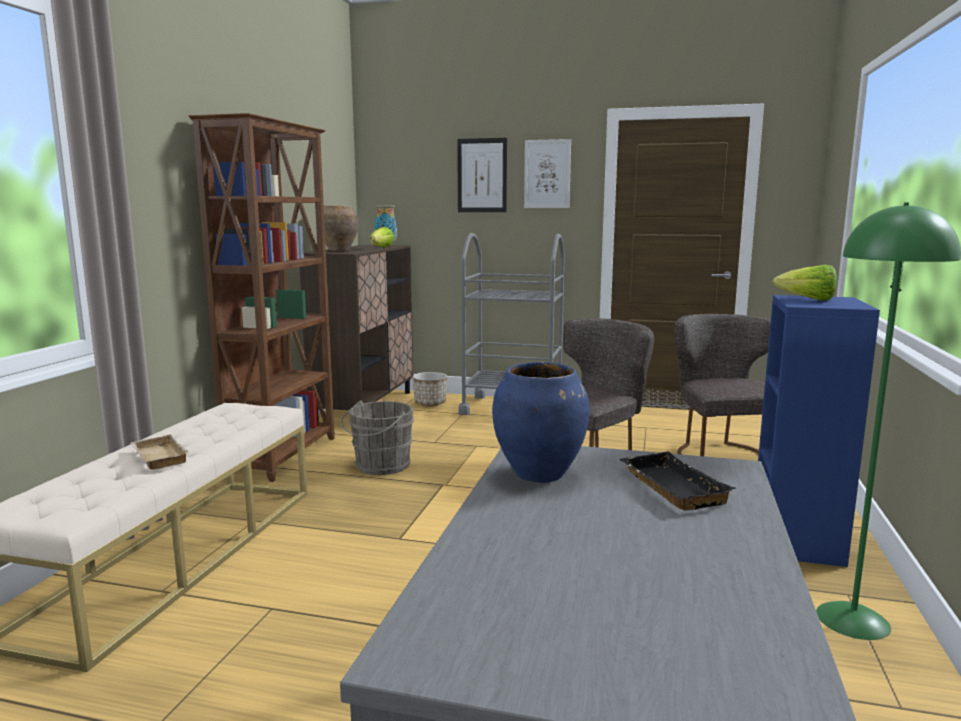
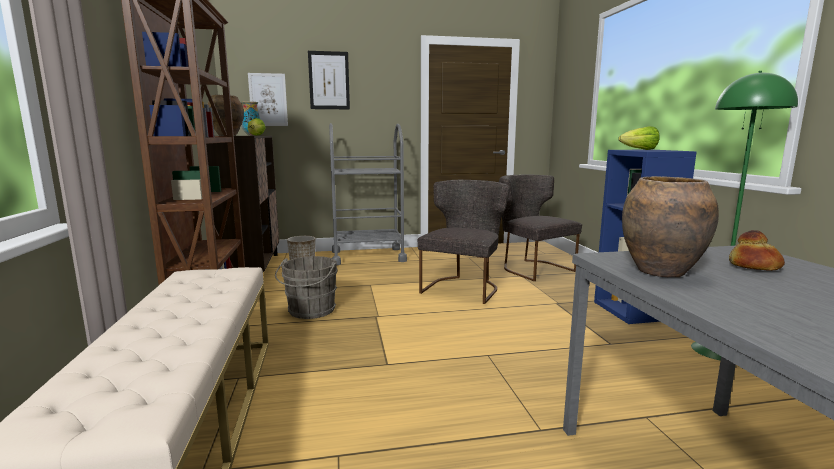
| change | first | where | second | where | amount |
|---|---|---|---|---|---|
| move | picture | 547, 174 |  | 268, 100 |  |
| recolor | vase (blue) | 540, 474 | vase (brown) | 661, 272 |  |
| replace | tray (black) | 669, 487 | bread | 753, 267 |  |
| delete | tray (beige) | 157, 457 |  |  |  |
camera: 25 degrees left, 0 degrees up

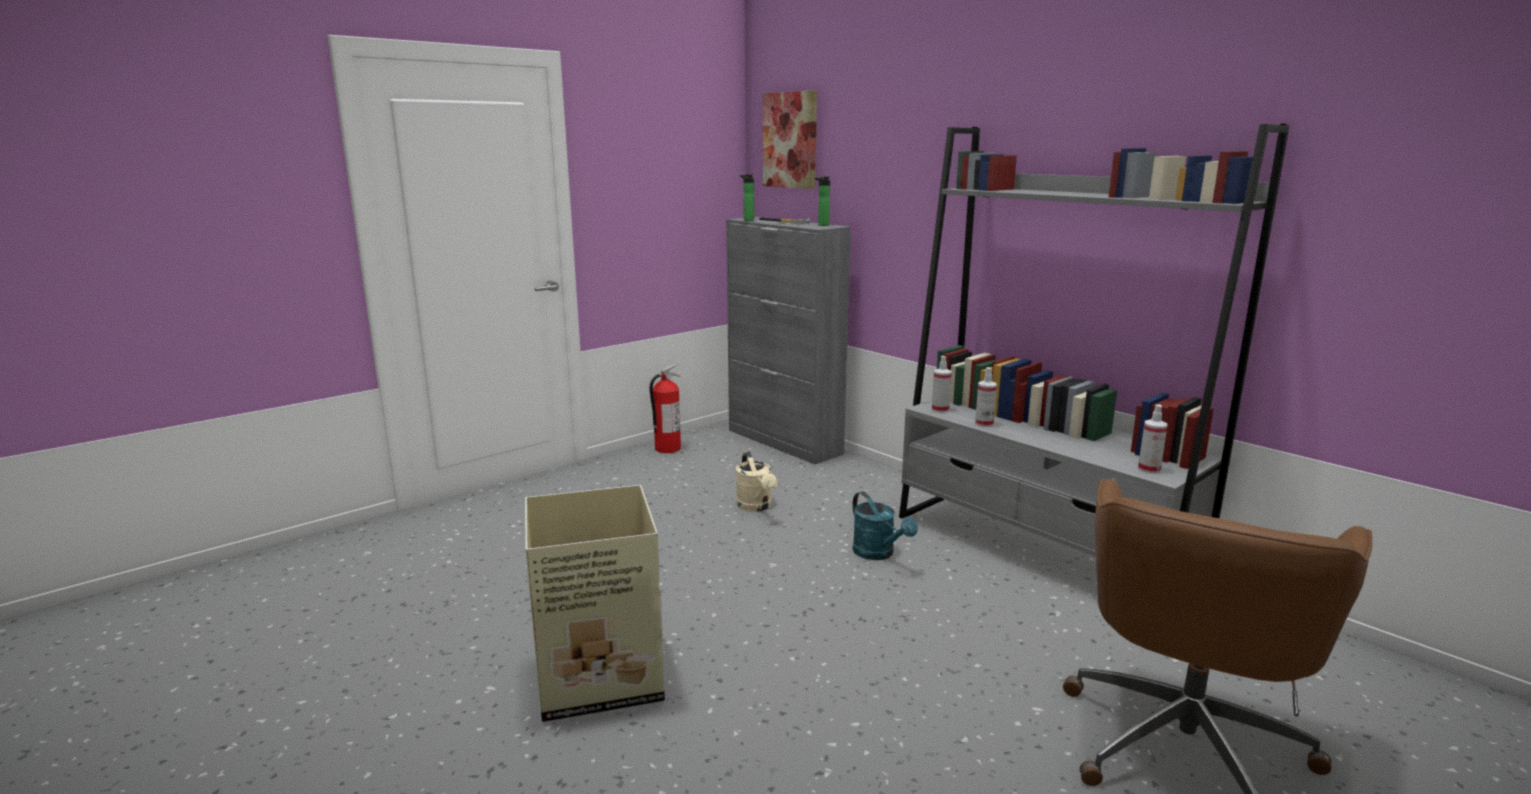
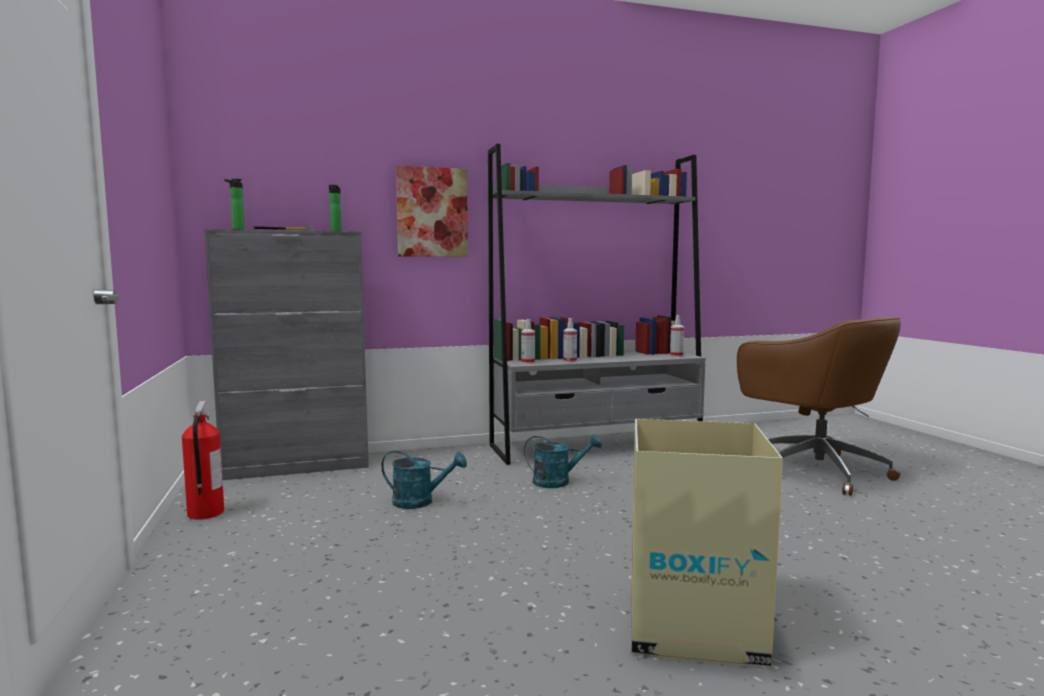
| change | first | where | second | where | amount |
|---|---|---|---|---|---|
| recolor | watering can (beige) | 756, 507 | watering can (turquoise) | 420, 502 |  |
| move | picture | 790, 140 |  | 432, 212 |  |
camera: 65 degrees left, 10 degrees down

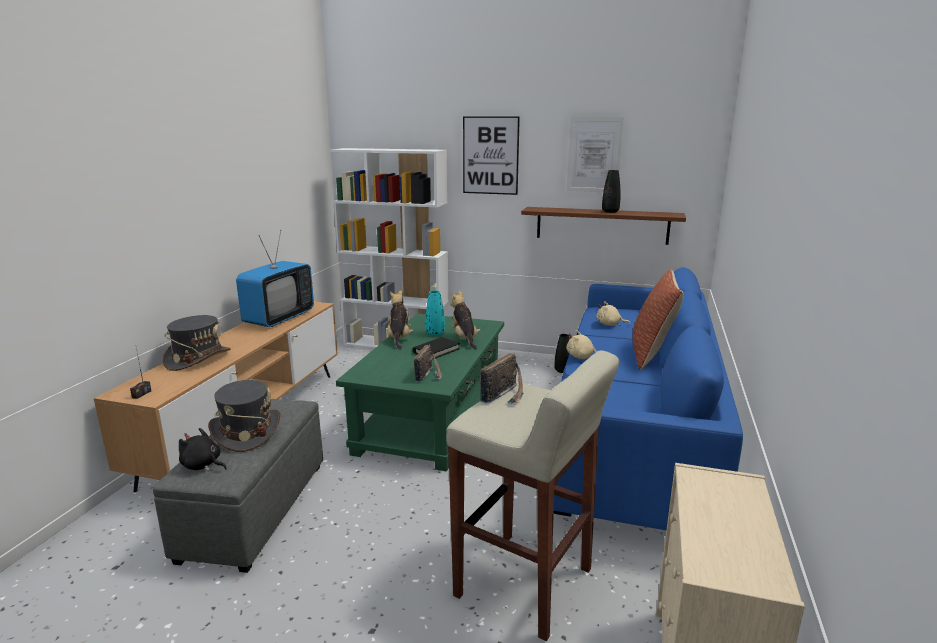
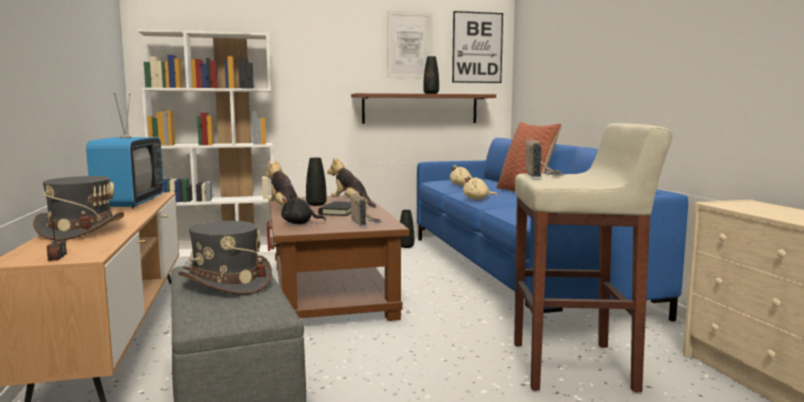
| change | first | where | second | where | amount |
|---|---|---|---|---|---|
| recolor | coffee table (green) | 431, 416 | coffee table (brown) | 329, 290 |  |
| move | plush toy (black) | 203, 465 |  | 300, 223 |  |
| recolor | vase (turquoise) | 435, 334 | vase (black) | 316, 204 |  |
| move | picture | 490, 155 |  | 477, 47 |  |
camera: 30 degrees left, 10 degrees down

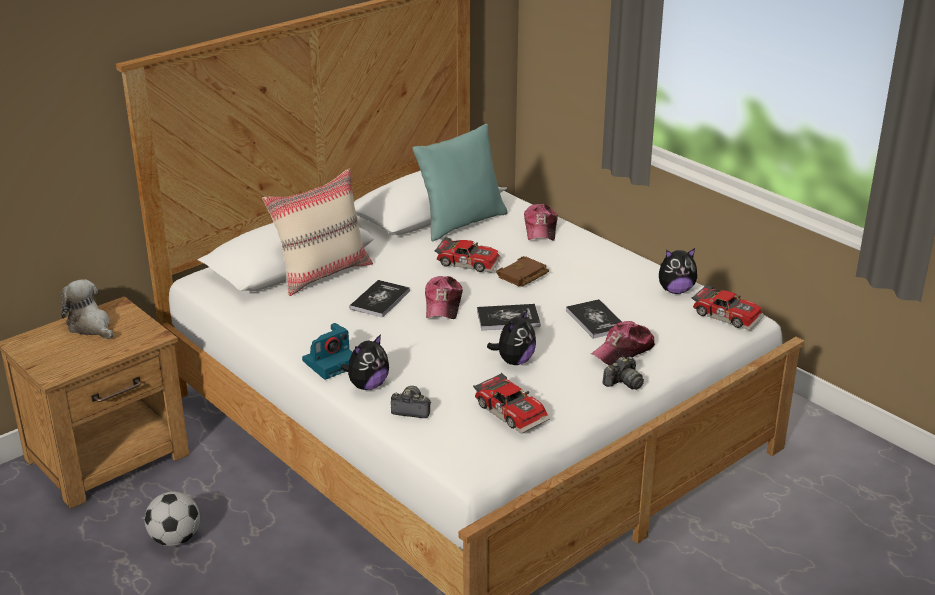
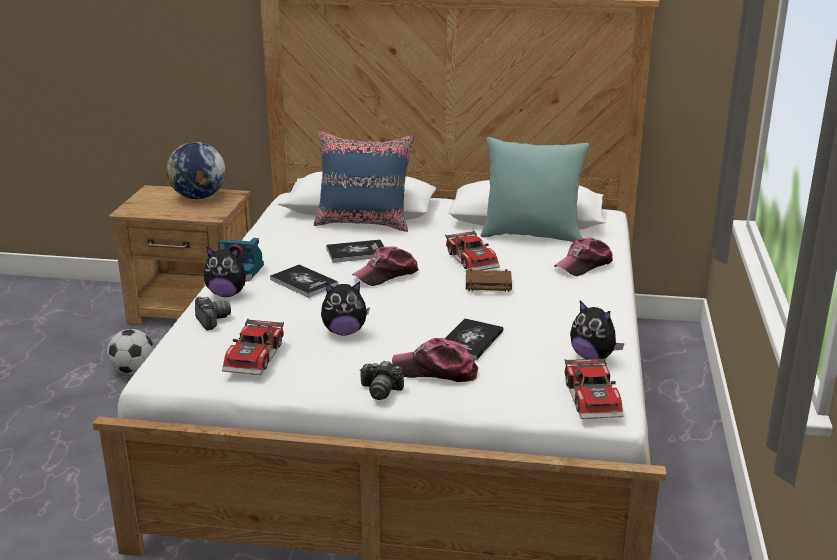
| change | first | where | second | where | amount |
|---|---|---|---|---|---|
| replace | plush toy | 90, 326 | globe | 198, 197 |  |
| move | book | 508, 318 |  | 303, 282 |  |
| recolor | pillow (beige) | 323, 273 | pillow (blue) | 364, 223 |  |
camera: 50 degrees right, 5 degrees down

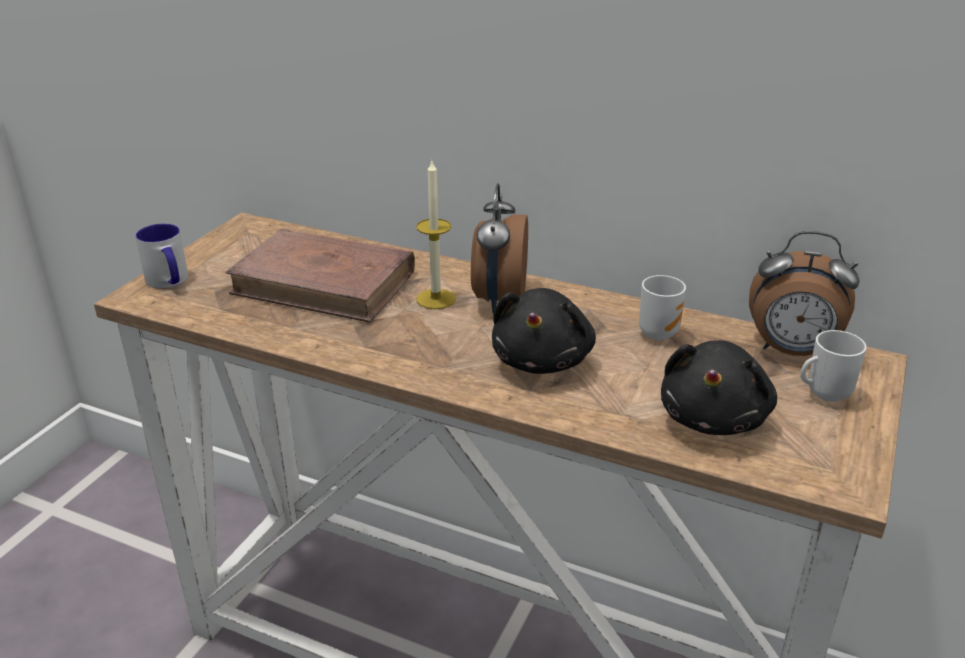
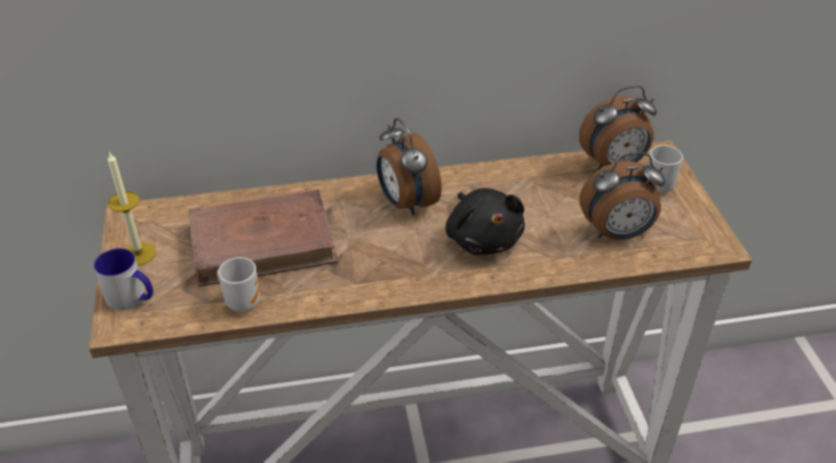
| change | first | where | second | where | amount |
|---|---|---|---|---|---|
| move | candle | 436, 299 |  | 139, 254 |  |
| move | mug | 658, 332 |  | 242, 302 |  |
| replace | plush toy (black) | 714, 417 | alarm clock | 617, 233 |  |
camera: 35 degrees left, 10 degrees up

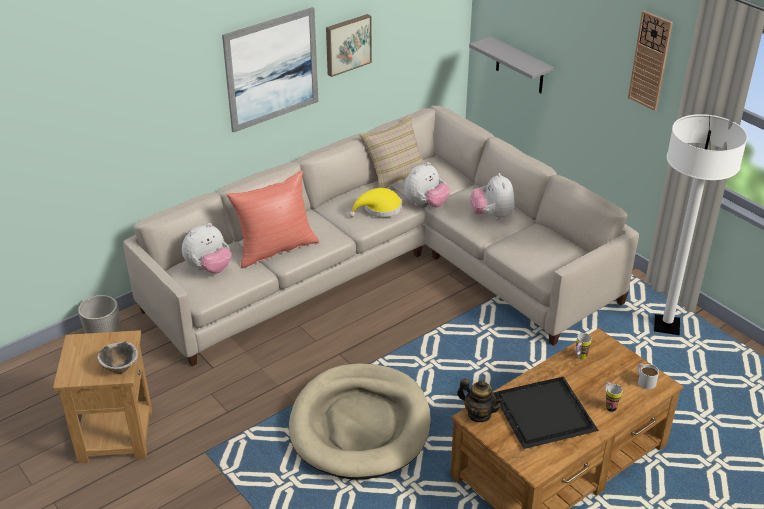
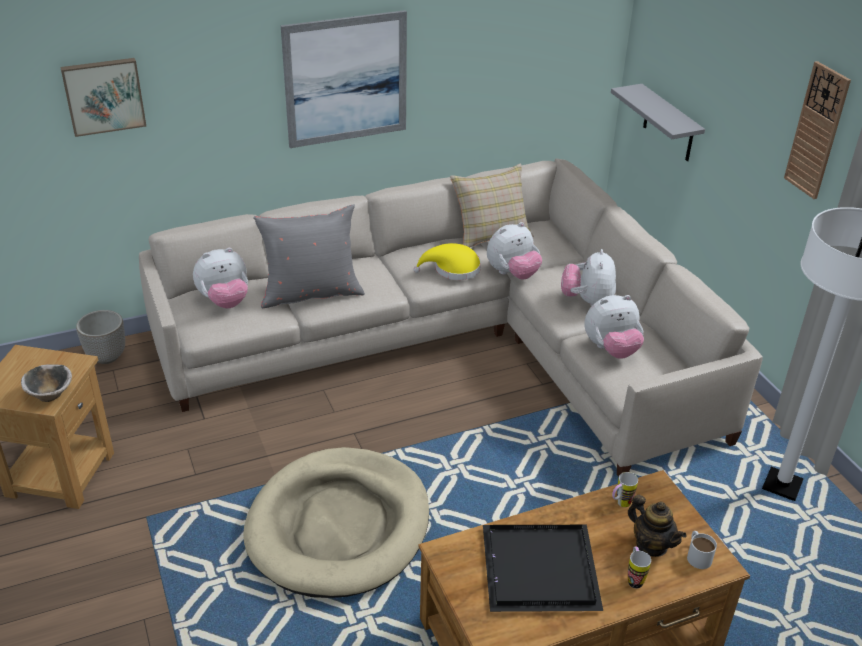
| change | first | where | second | where | amount |
|---|---|---|---|---|---|
| move | picture | 347, 44 |  | 104, 95 |  |
| recolor | pillow (red) | 275, 248 | pillow (grey) | 311, 293 |  |
| insert |  |  | plush toy | 611, 350 |  |
| move | teapot | 479, 414 |  | 651, 545 |  |
camera: 15 degrees right, 0 degrees up

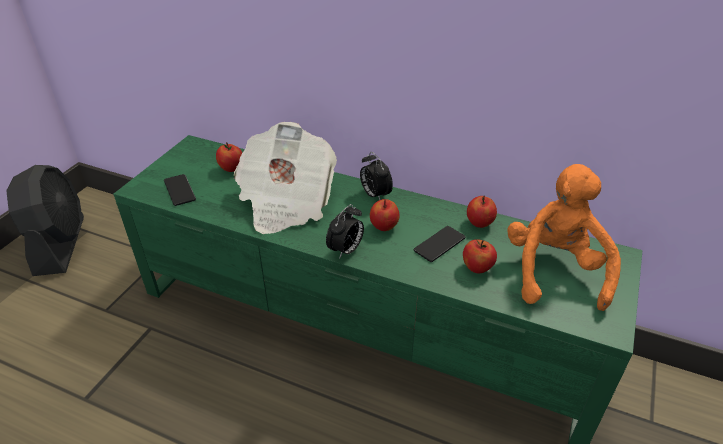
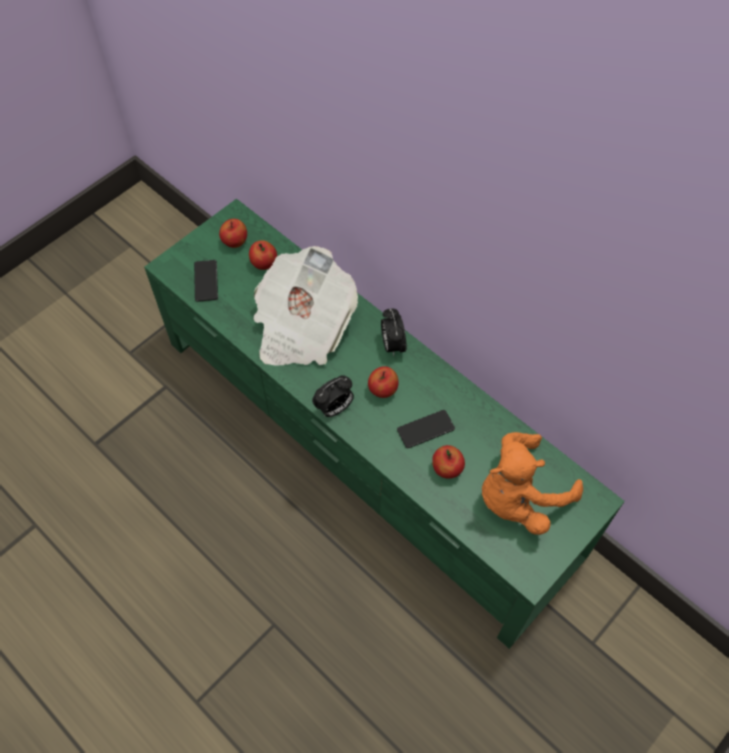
| change | first | where | second | where | amount |
|---|---|---|---|---|---|
| move | apple | 479, 223 |  | 235, 242 |  |
| rotate | plush toy (orange) | 554, 271 |  | 519, 496 | 150 degrees counterclockwise |
| delete | fan (black) | 60, 245 |  |  |  |
camera: 20 degrees right, 20 degrees up

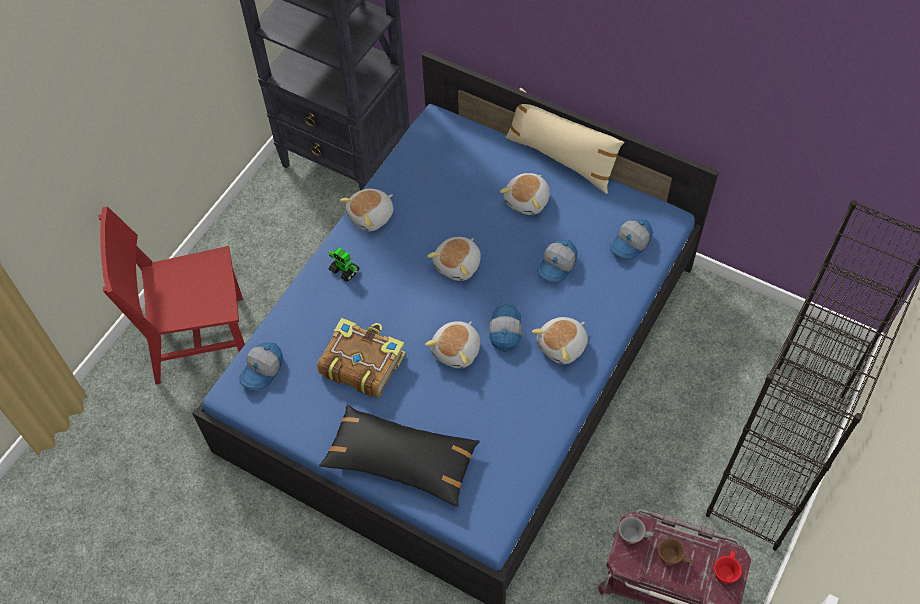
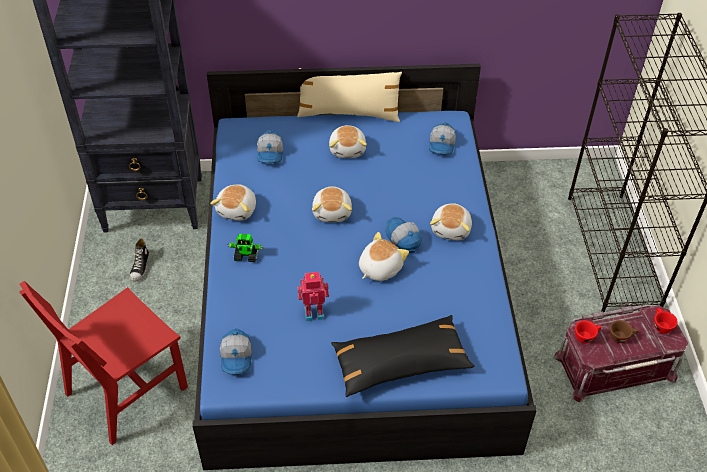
| change | first | where | second | where | amount |
|---|---|---|---|---|---|
| insert |  |  | shoe | 140, 267 |  |
| move | cap | 557, 266 |  | 271, 153 |  |
| replace | book | 361, 363 | toy robot | 313, 312 |  |
| rotate | plush toy | 457, 350 |  | 379, 268 | 135 degrees counterclockwise |
| recolor | cup (grey) | 634, 535 | cup (red) | 586, 336 |  |
camera: 35 degrees left, 10 degrees down

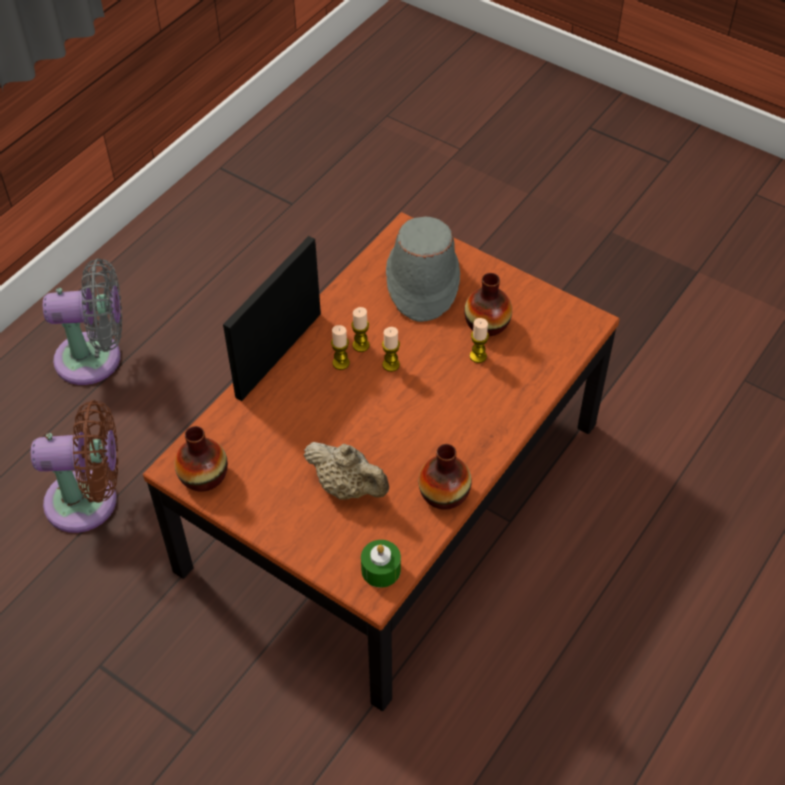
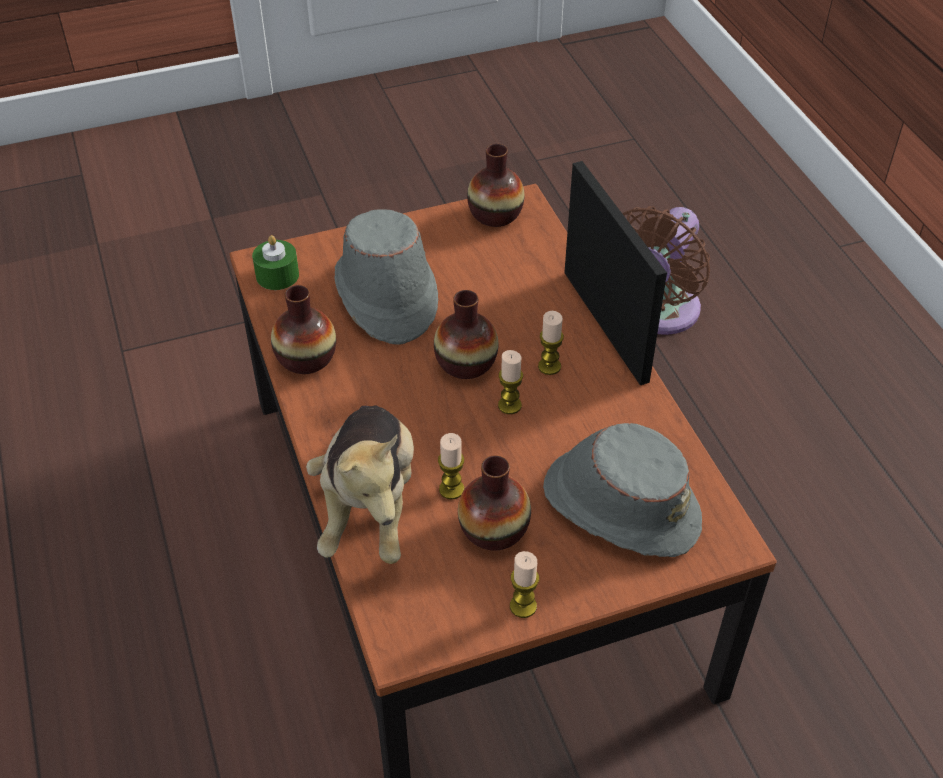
| change | first | where | second | where | amount |
|---|---|---|---|---|---|
| insert |  |  | plush toy | 369, 506 |  |
| replace | teapot (beige) | 348, 487 | hat (grey) | 385, 296 |  |
| insert |  |  | vase | 466, 363 |  |
| move | candle | 361, 345 |  | 523, 606 |  |
| delete | fan (grey) | 96, 358 |  |  |  |
camera: 125 degrees right, 5 degrees down

